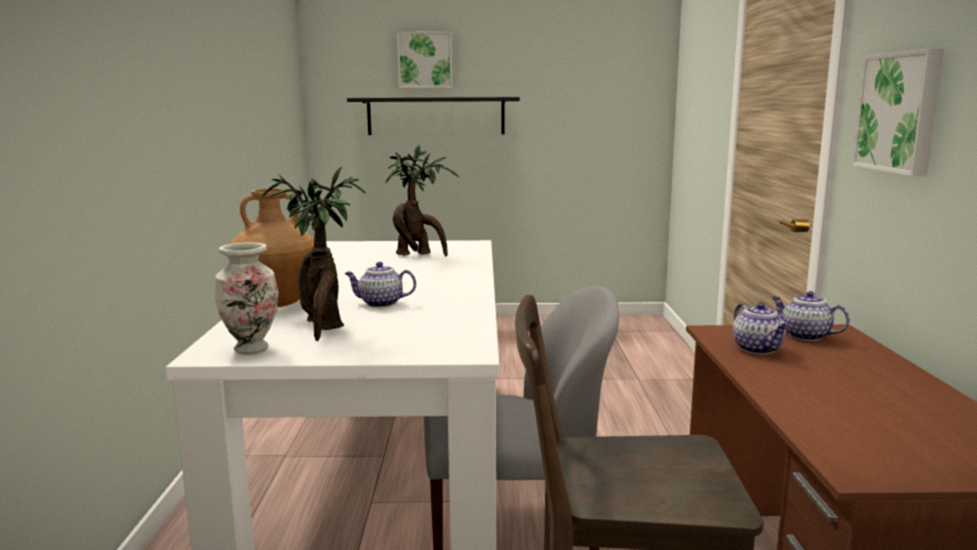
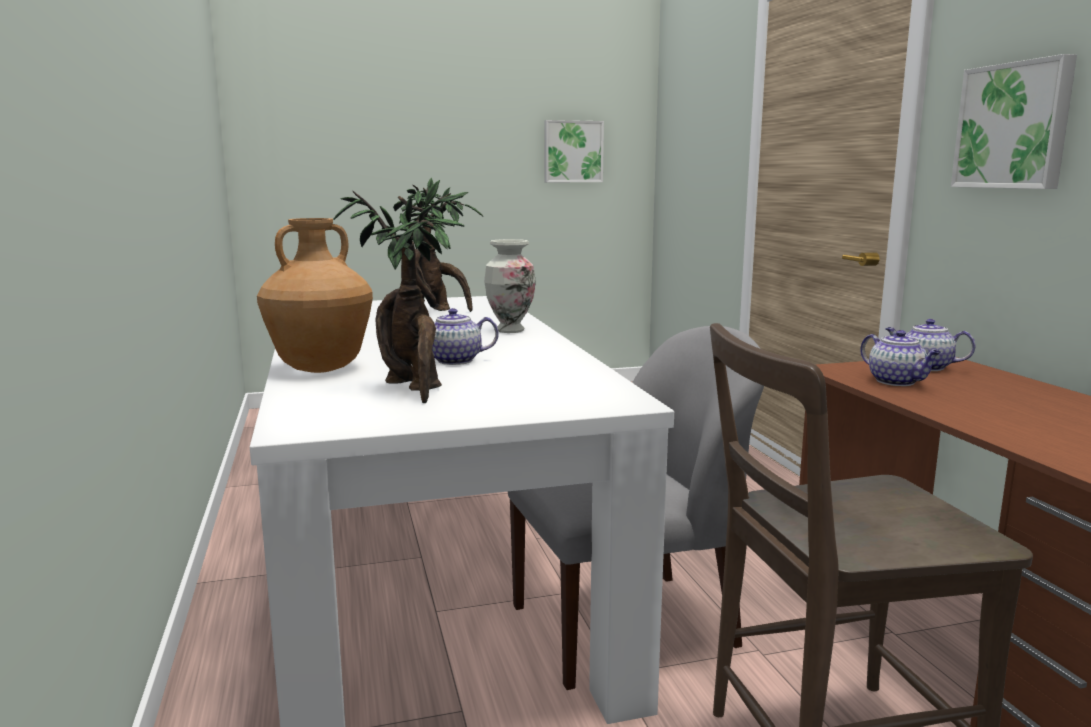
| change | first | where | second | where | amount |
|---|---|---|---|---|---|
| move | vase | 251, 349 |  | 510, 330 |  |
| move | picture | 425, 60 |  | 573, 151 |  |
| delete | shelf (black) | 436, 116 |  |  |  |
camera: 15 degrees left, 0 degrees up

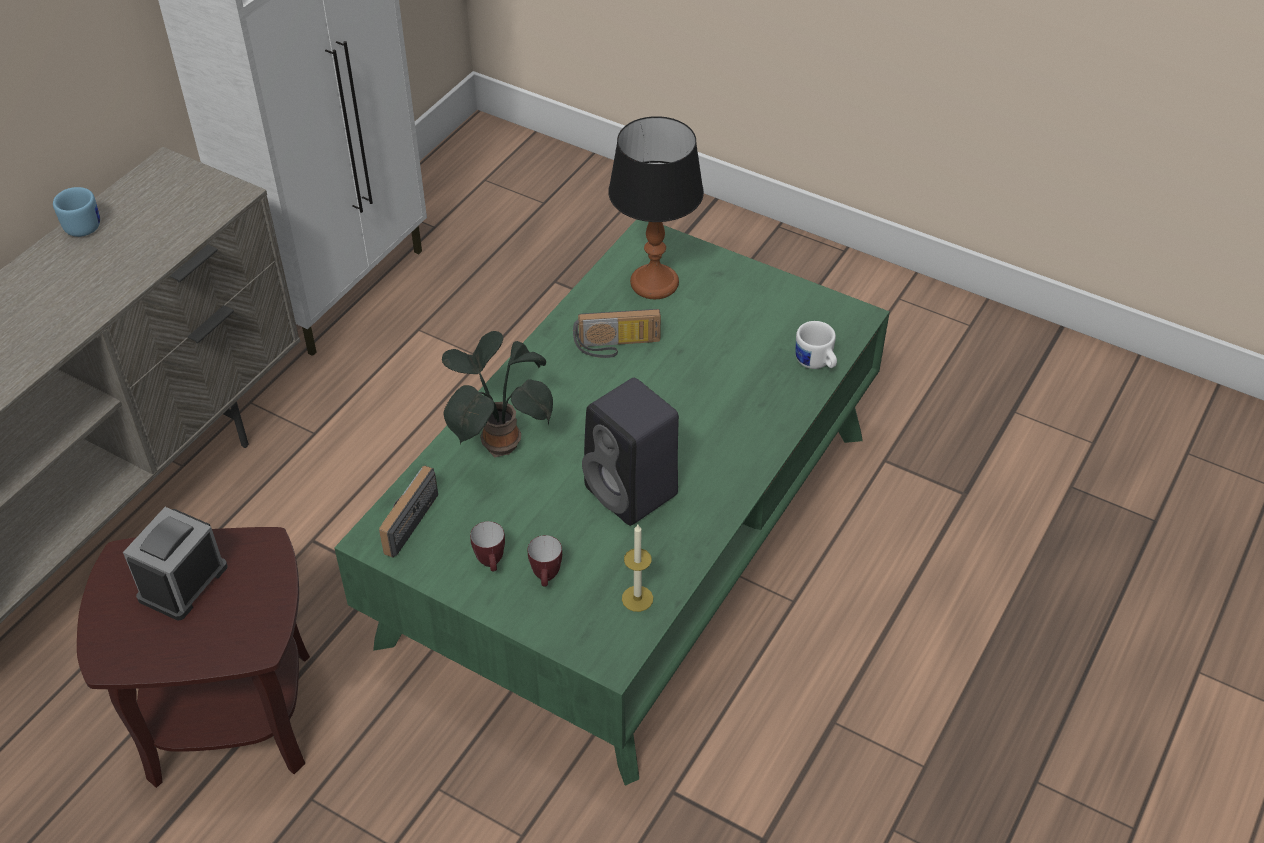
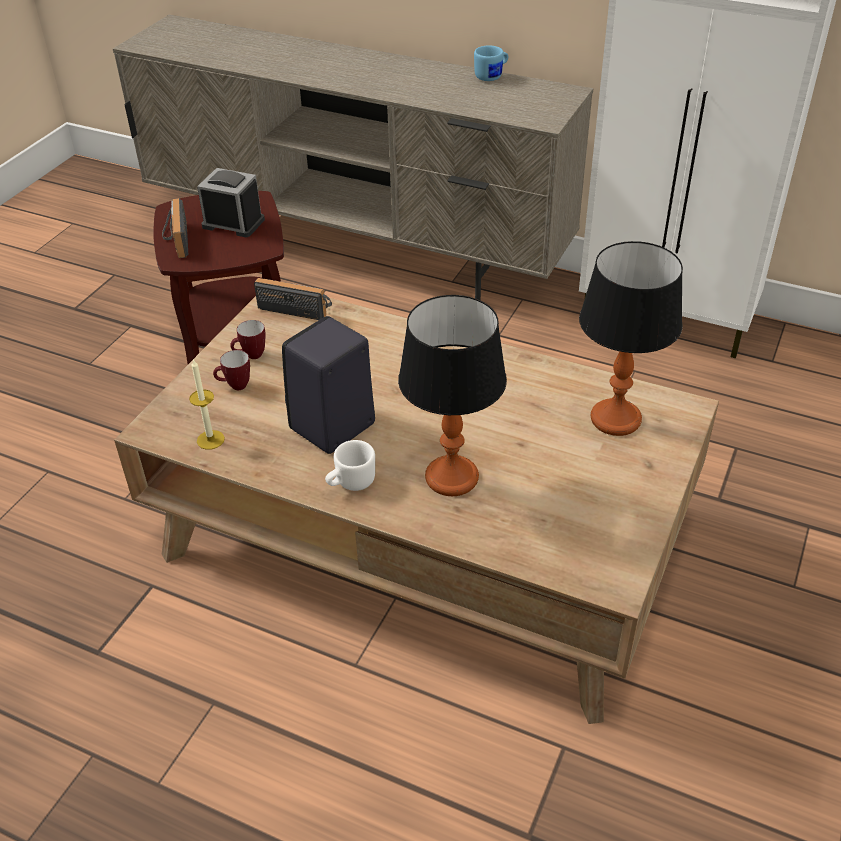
| change | first | where | second | where | amount |
|---|---|---|---|---|---|
| recolor | coffee table (green) | 630, 535 | coffee table (brown) | 421, 534 |  |
| move | radio | 617, 346 |  | 175, 240 |  |
| move | mug (white) | 816, 363 |  | 350, 483 |  |
| insert |  |  | table lamp | 452, 477 |  |
| delete | potted plant | 499, 442 |  |  |  |
camera: 85 degrees right, 5 degrees down

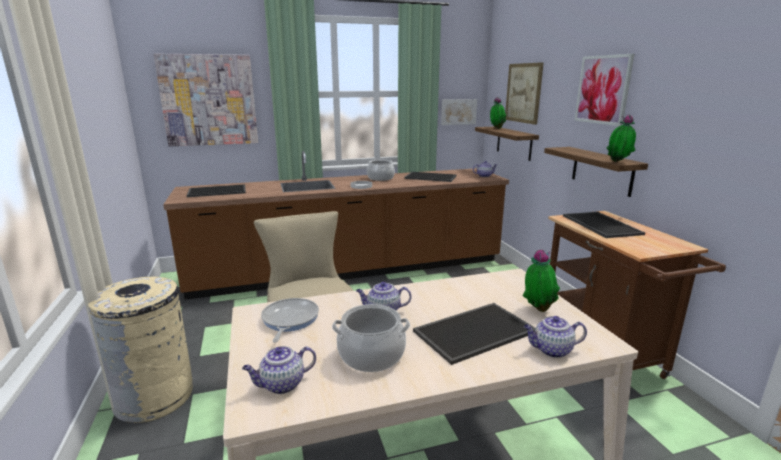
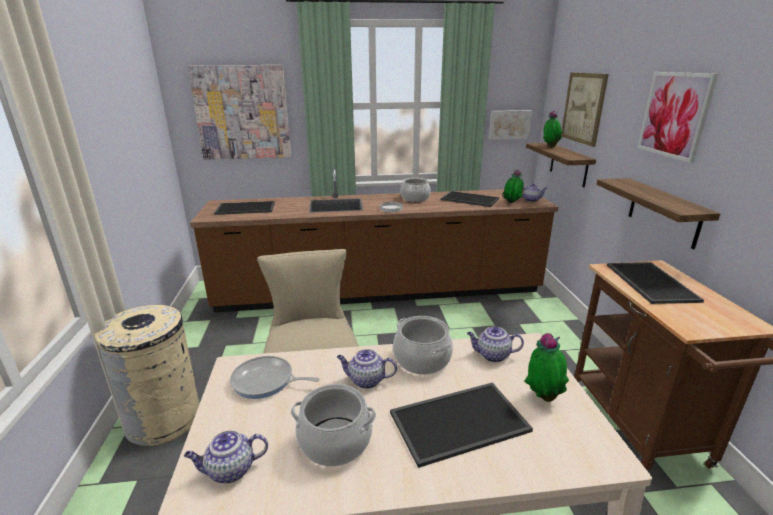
| change | first | where | second | where | amount |
|---|---|---|---|---|---|
| rotate | frying pan | 289, 320 |  | 266, 381 | 90 degrees counterclockwise |
| insert |  |  | cooking pot | 422, 359 |  |
| move | teapot | 551, 350 |  | 492, 355 |  |
| move | potted plant | 618, 162 |  | 511, 203 |  |
camera: 10 degrees right, 5 degrees up

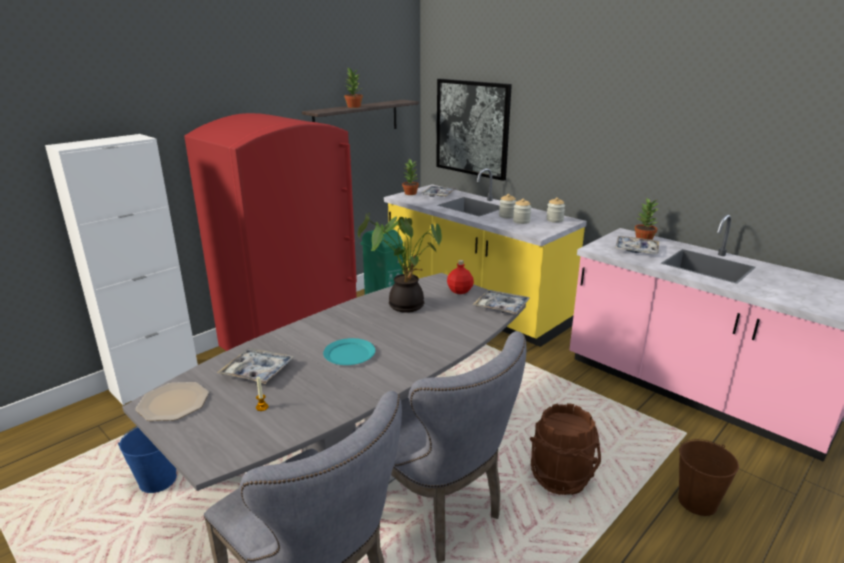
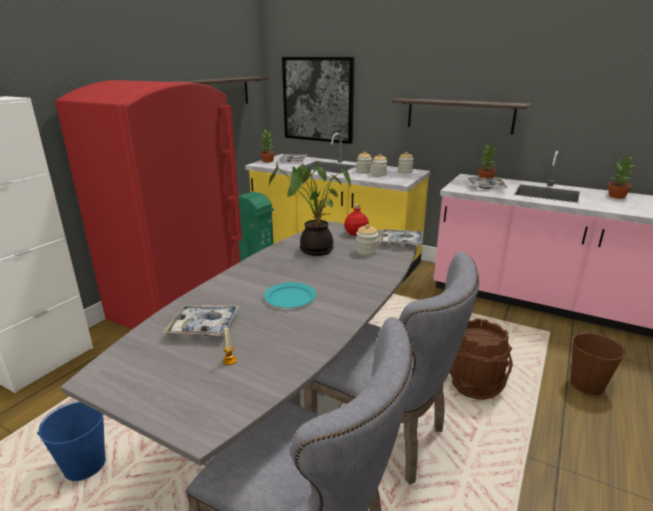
| change | first | where | second | where | amount |
|---|---|---|---|---|---|
| insert |  |  | jar | 366, 251 |  |
| insert |  |  | shelf | 459, 115 |  |
| move | potted plant | 353, 106 |  | 616, 196 |  |
| delete | plate | 172, 403 |  |  |  |
camera: 15 degrees left, 0 degrees up

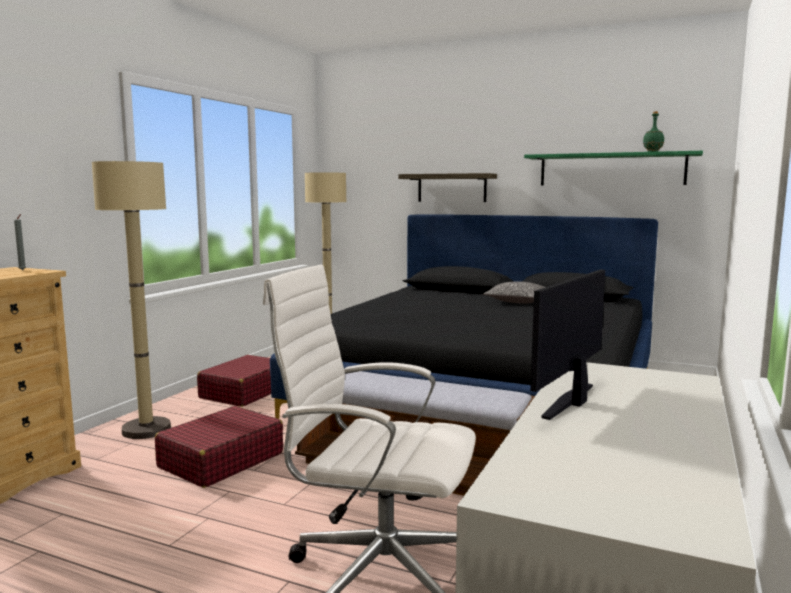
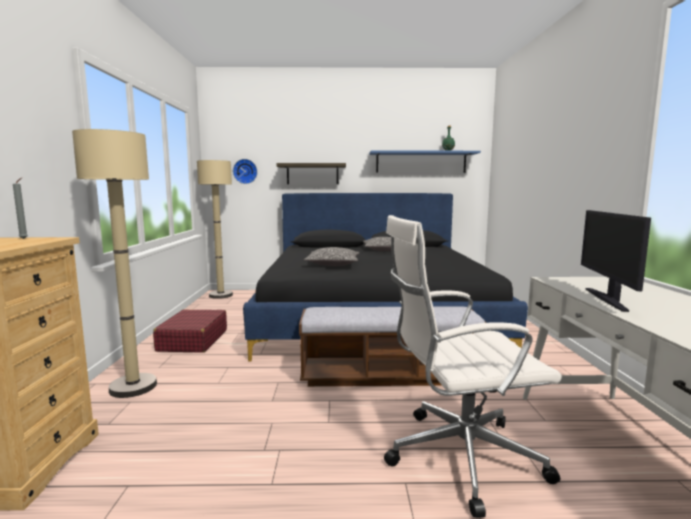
| change | first | where | second | where | amount |
|---|---|---|---|---|---|
| insert |  |  | wall clock | 245, 171 |  |
| insert |  |  | pillow | 333, 264 |  |
| recolor | shelf (green) | 611, 169 | shelf (blue) | 421, 162 |  |
| delete | suitcase (red) | 221, 460 |  |  |  |
camera: 25 degrees left, 0 degrees up

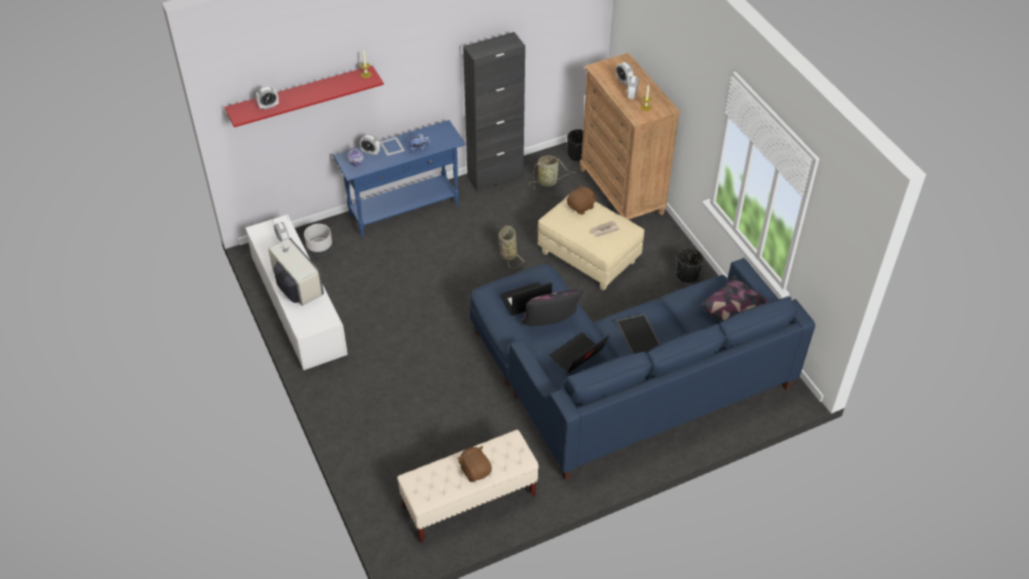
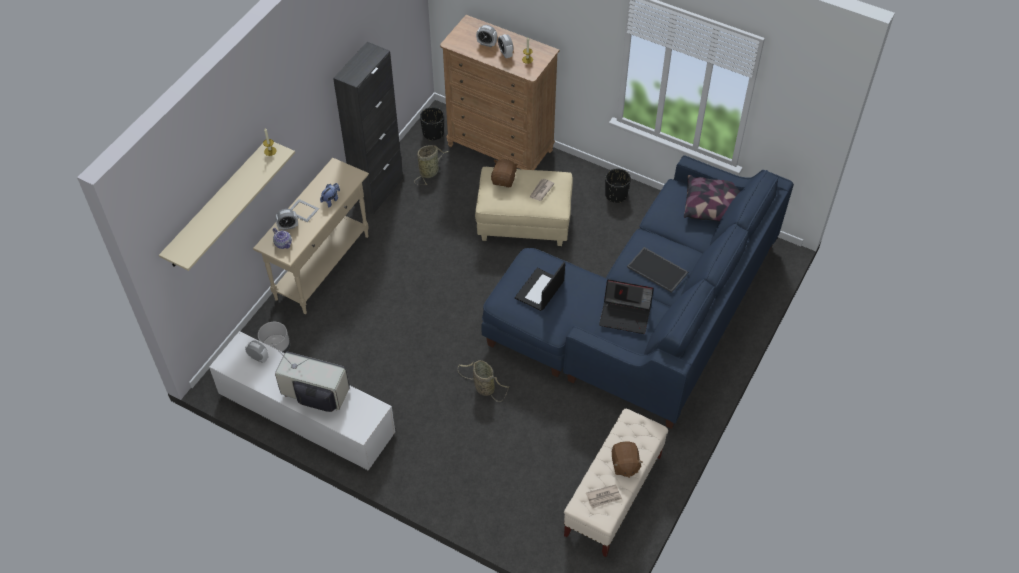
| change | first | where | second | where | amount |
|---|---|---|---|---|---|
| recolor | shelf (red) | 301, 96 | shelf (beige) | 217, 204 |  |
| recolor | console table (blue) | 404, 210 | console table (beige) | 323, 267 |  |
| move | basket | 508, 253 |  | 483, 387 |  |
| insert |  |  | newspaper | 604, 497 |  |
| rotate | laptop | 577, 356 |  | 625, 315 | 90 degrees counterclockwise |
| rotate | plush toy (brown) | 475, 470 |  | 624, 465 | 120 degrees counterclockwise |
| delete | alarm clock | 268, 106 |  |  |  |
| delete | pillow | 550, 323 |  |  |  |
camera: 35 degrees left, 5 degrees up

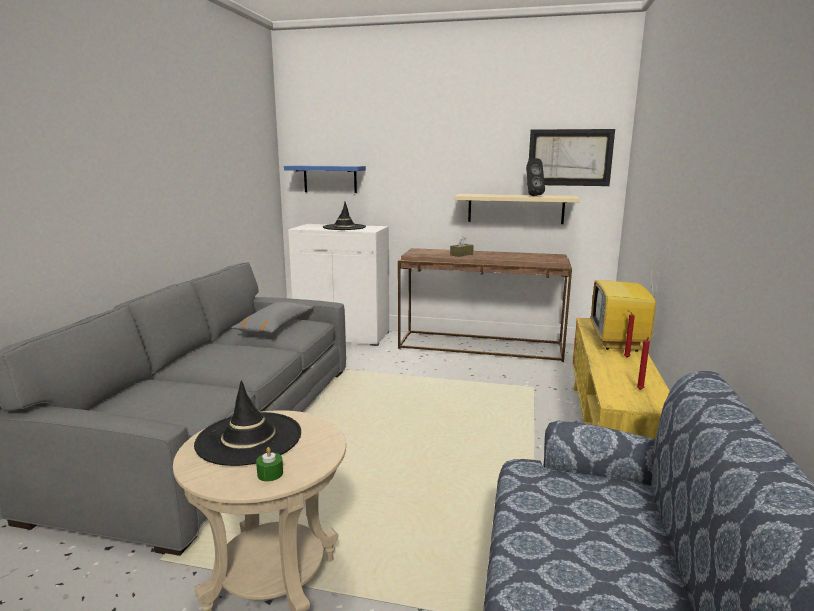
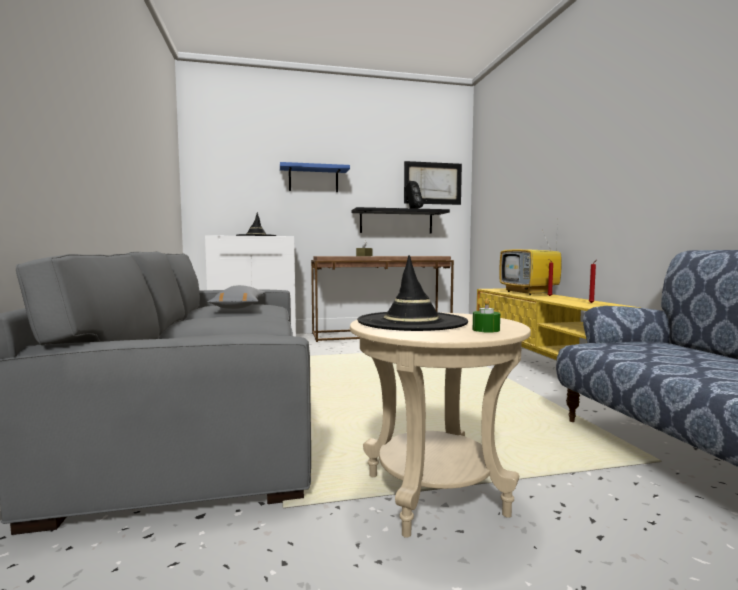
| change | first | where | second | where | amount |
|---|---|---|---|---|---|
| move | shelf (blue) | 330, 179 |  | 313, 179 |  |
| recolor | shelf (beige) | 515, 208 | shelf (black) | 396, 222 |  |
camera: 25 degrees left, 10 degrees down

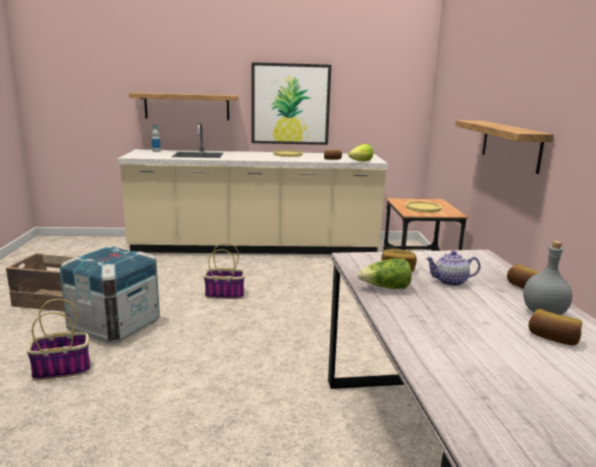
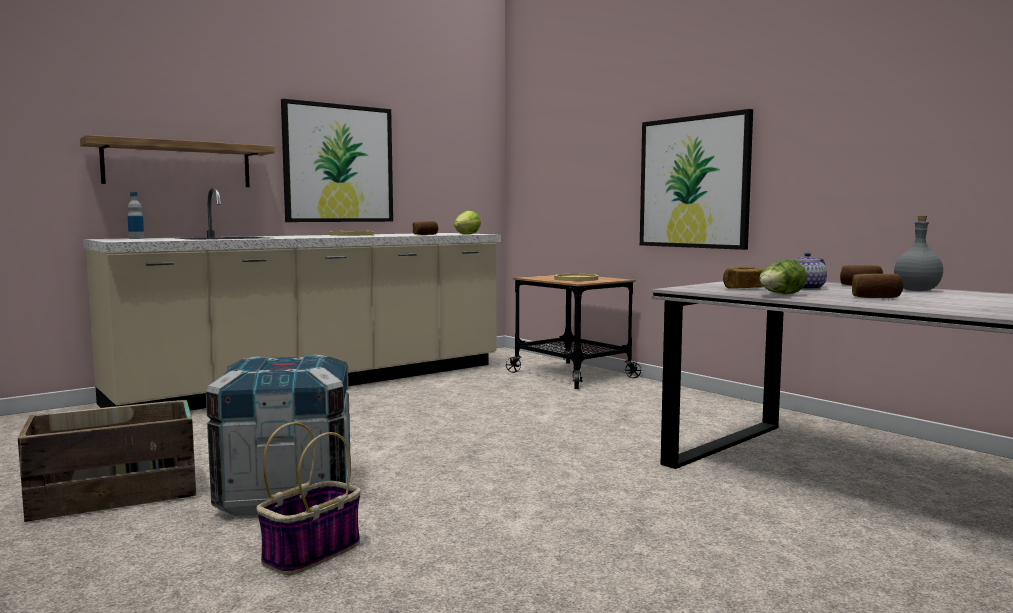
| change | first | where | second | where | amount |
|---|---|---|---|---|---|
| replace | shelf | 510, 145 | picture | 694, 182 |  |
| move | bread | 553, 338 |  | 876, 297 |  |
| delete | basket | 225, 294 |  |  |  |
camera: 35 degrees left, 10 degrees down

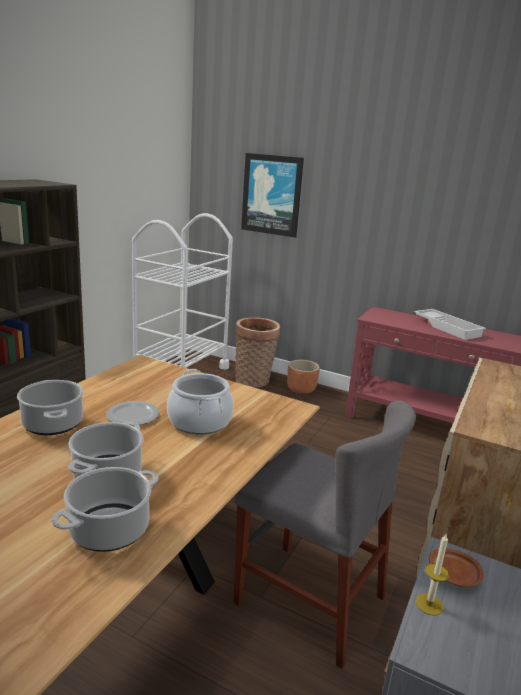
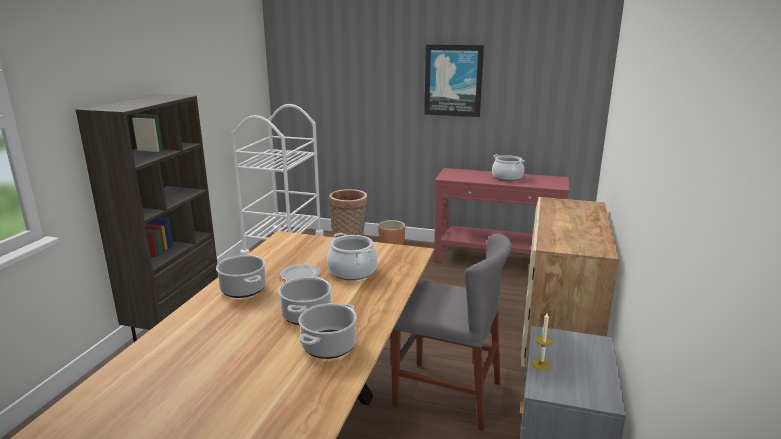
| change | first | where | second | where | amount |
|---|---|---|---|---|---|
| move | picture | 272, 195 |  | 453, 80 |  |
| replace | tray (white) | 448, 328 | cooking pot | 507, 177 |  |
| delete | plate (brown) | 454, 575 |  |  |  |
camera: 10 degrees left, 0 degrees up

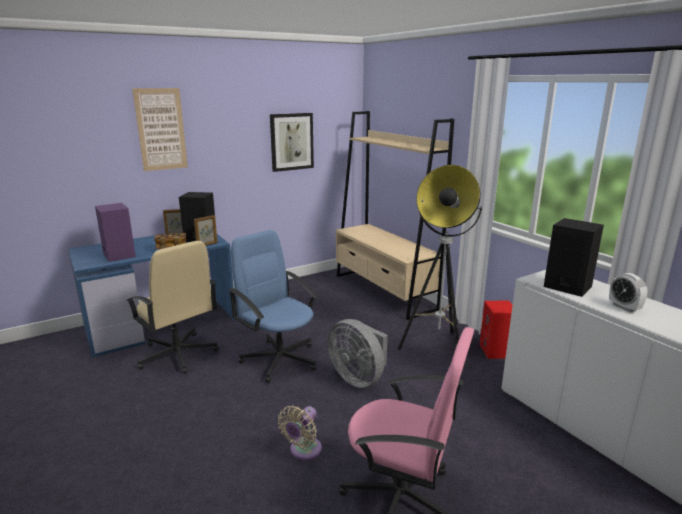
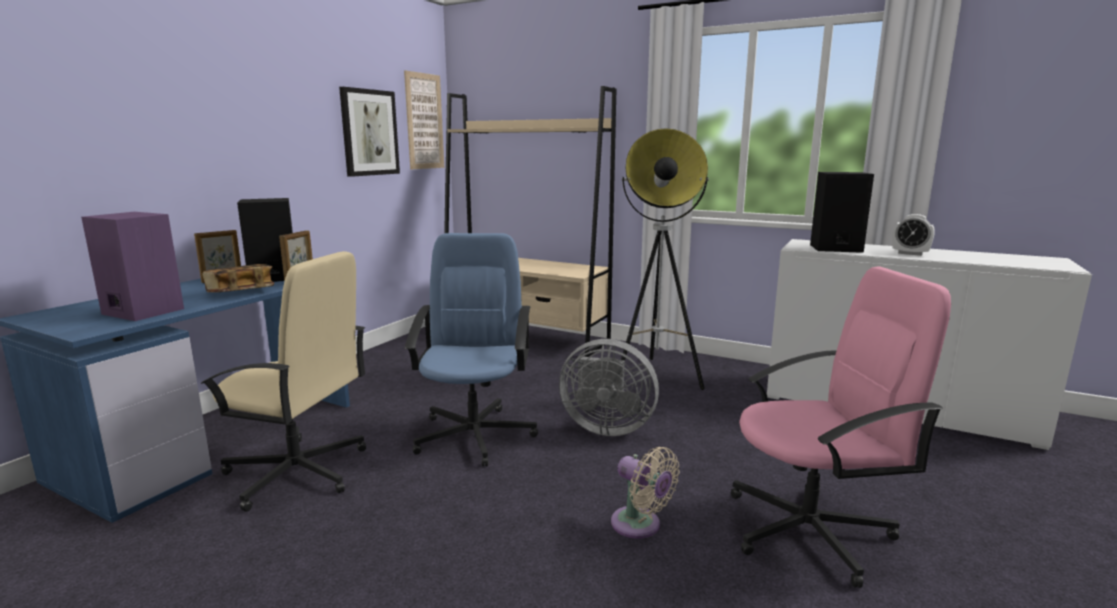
| change | first | where | second | where | amount |
|---|---|---|---|---|---|
| move | picture | 161, 129 |  | 424, 121 |  |
| rotate | office chair (blue) | 279, 359 |  | 475, 434 | 75 degrees clockwise |
| rotate | fan (beige) | 303, 451 |  | 640, 526 | 45 degrees counterclockwise |
| delete | speaker (red) | 496, 351 |  |  |  |
camera: 30 degrees left, 5 degrees down

